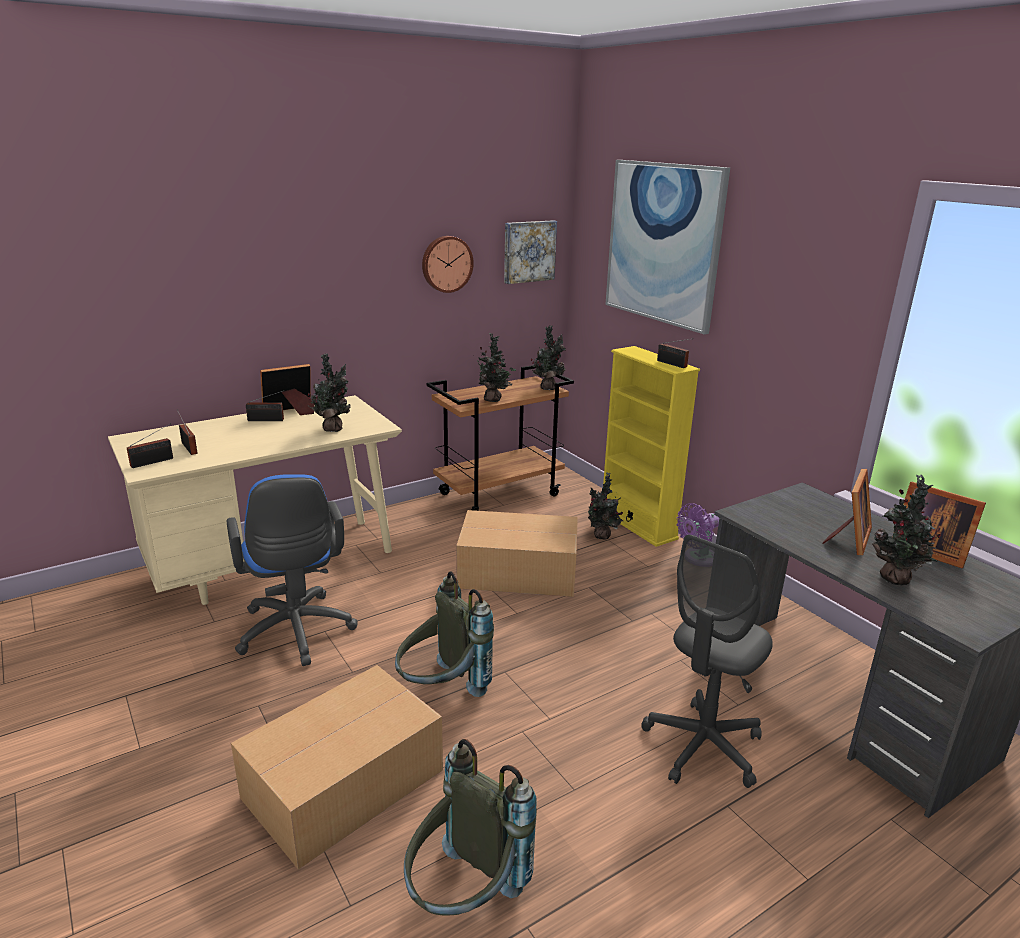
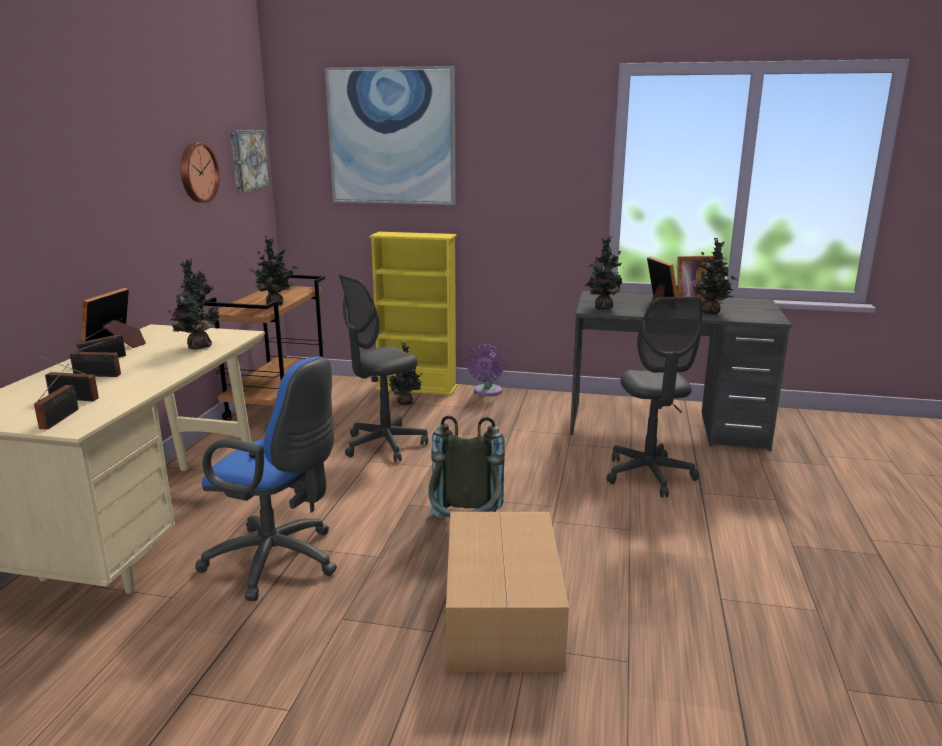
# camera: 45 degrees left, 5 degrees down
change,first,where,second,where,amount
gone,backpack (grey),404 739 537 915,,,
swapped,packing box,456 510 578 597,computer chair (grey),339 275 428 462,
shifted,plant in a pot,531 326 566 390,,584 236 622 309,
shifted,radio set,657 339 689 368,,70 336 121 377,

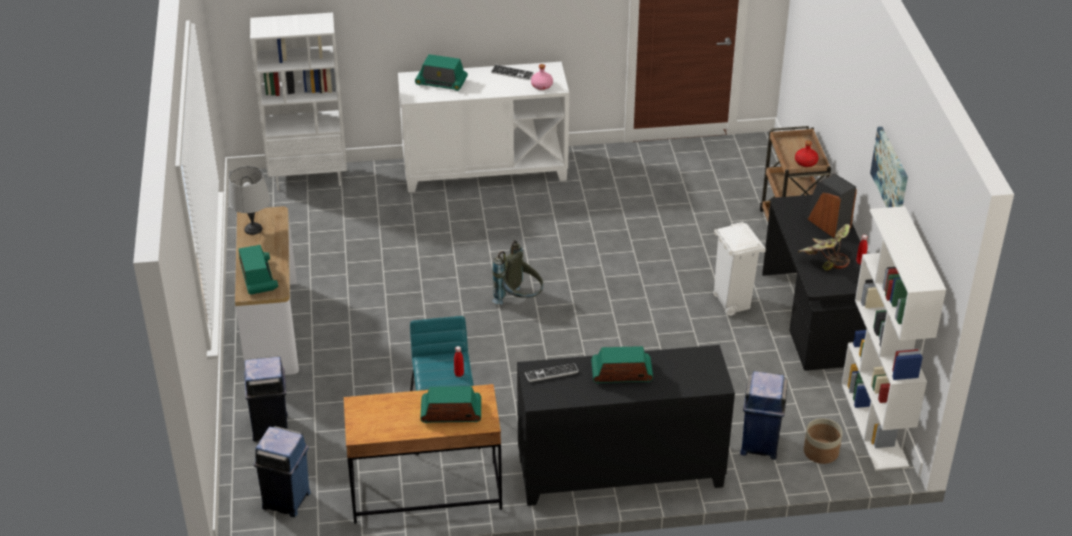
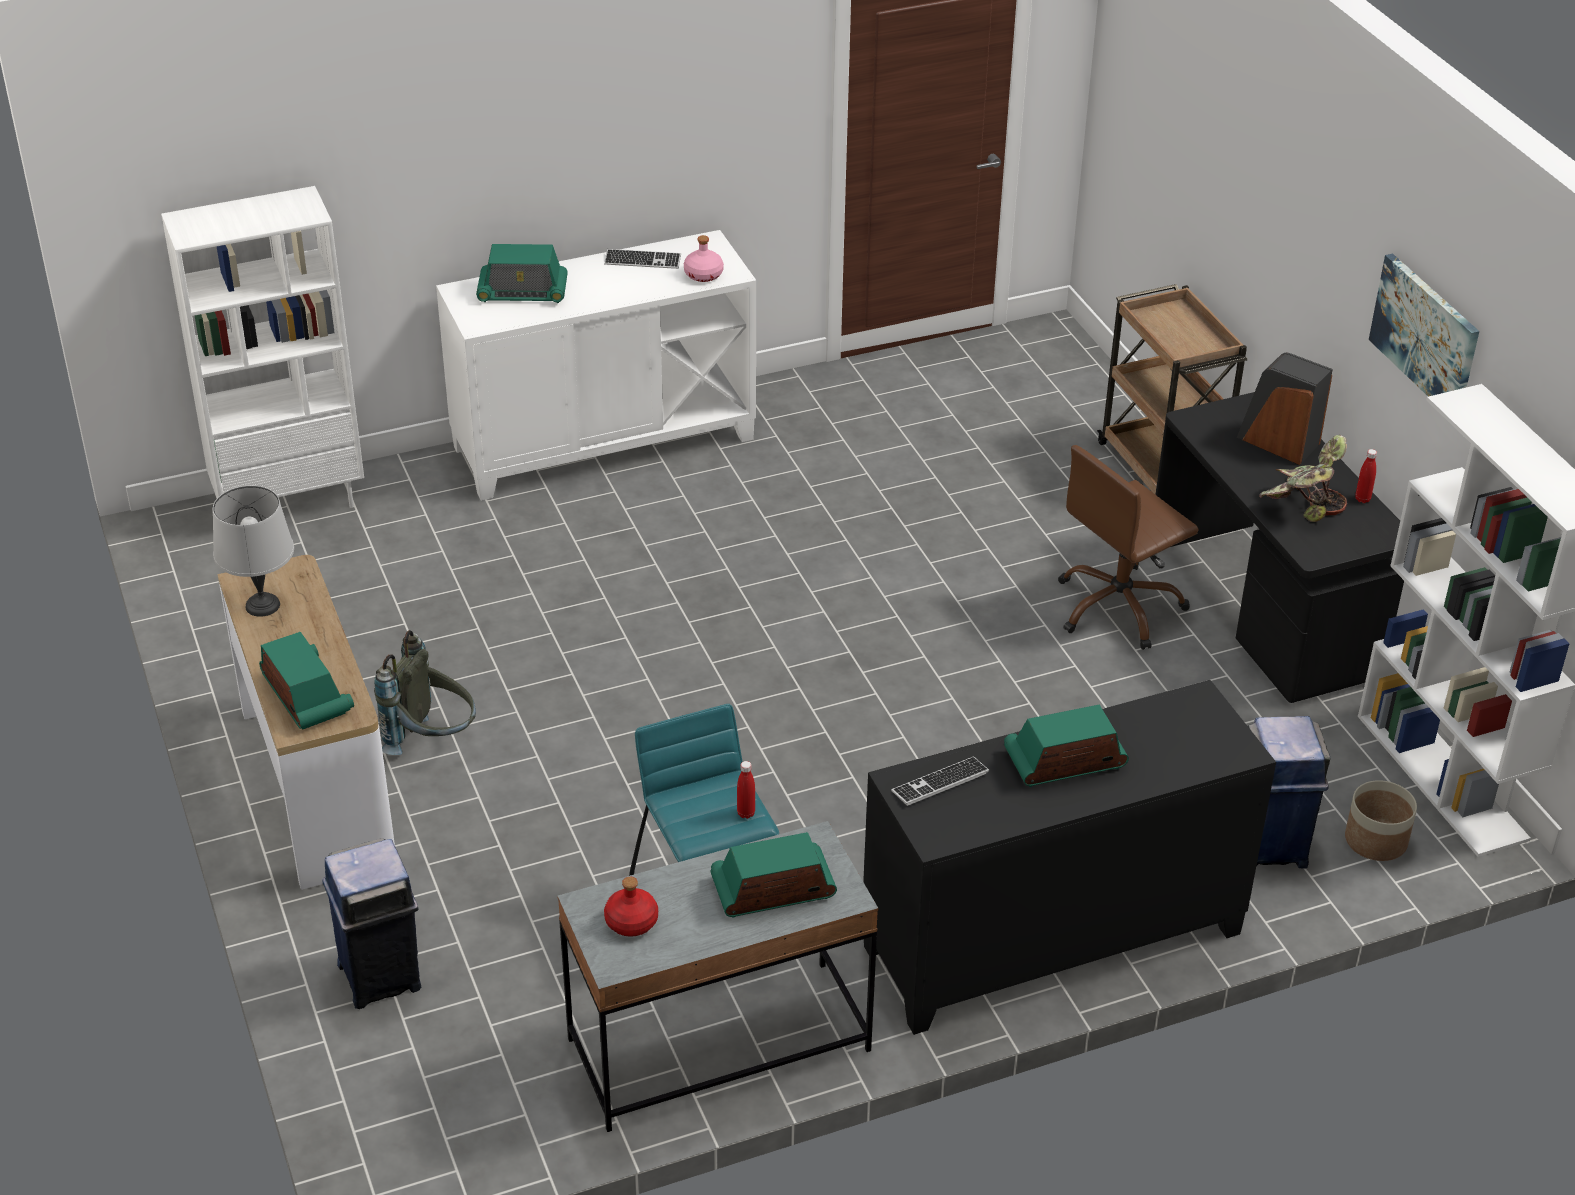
# camera: 15 degrees left, 0 degrees up
change,first,where,second,where,amount
gone,trash can (blue),254 426 311 517,,,
repainted,desk table (brownish),344 384 502 524,desk table (grey),557 821 878 1132,
shifted,backpack (grey),492 240 543 305,,374 630 476 755,
swapped,trash can (white-coloured),713 222 766 316,computer chair (brownish),1058 445 1199 650,
shifted,bottle (red-coloured),795 141 818 167,,604 877 658 937,

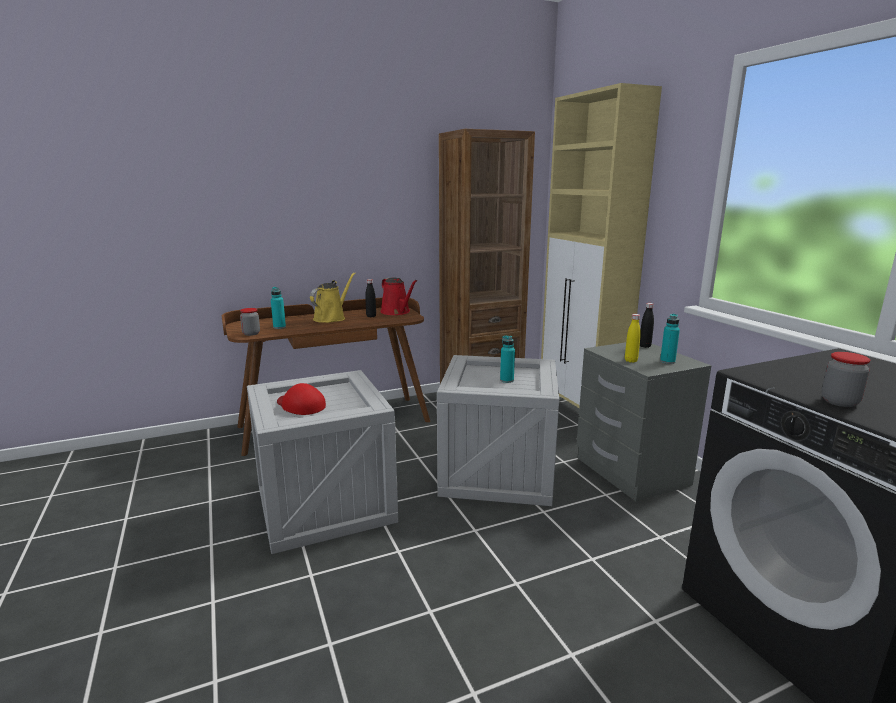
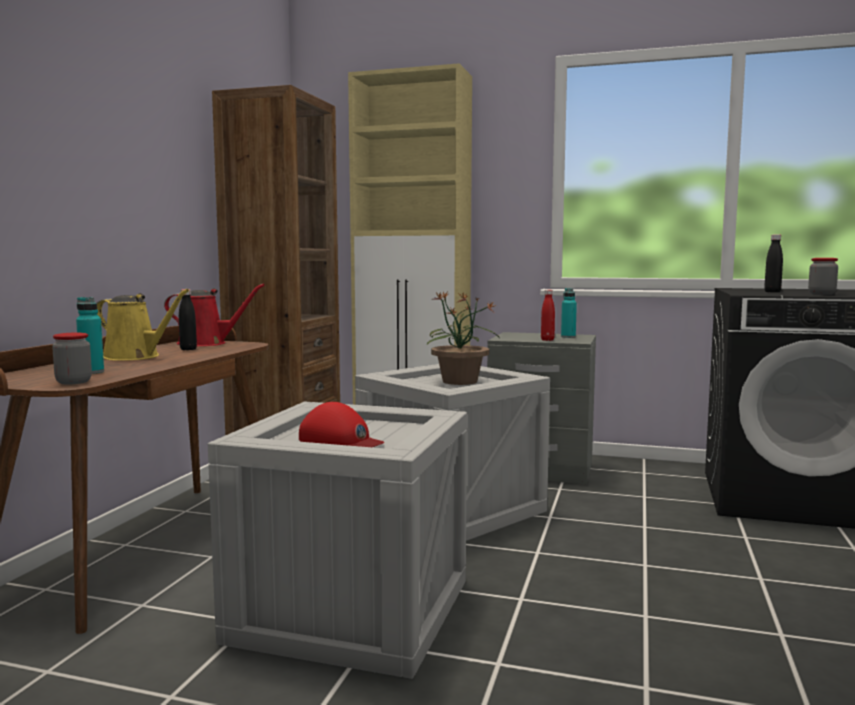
# camera: 50 degrees left, 10 degrees down
change,first,where,second,where,amount
rotated,baseball cap (red-coloured),277 383 326 415,,299 402 384 447,135 degrees counterclockwise
rotated,watering pot (yellowish),310 272 356 323,,97 289 189 361,135 degrees clockwise
swapped,bottle (blue-green),500 335 515 383,plant in a pot,426 292 499 385,
repainted,bottle (yellowish),625 314 641 363,bottle (red-coloured),541 290 555 341,
shifted,bottle (black-coloured),640 303 654 348,,764 234 783 292,

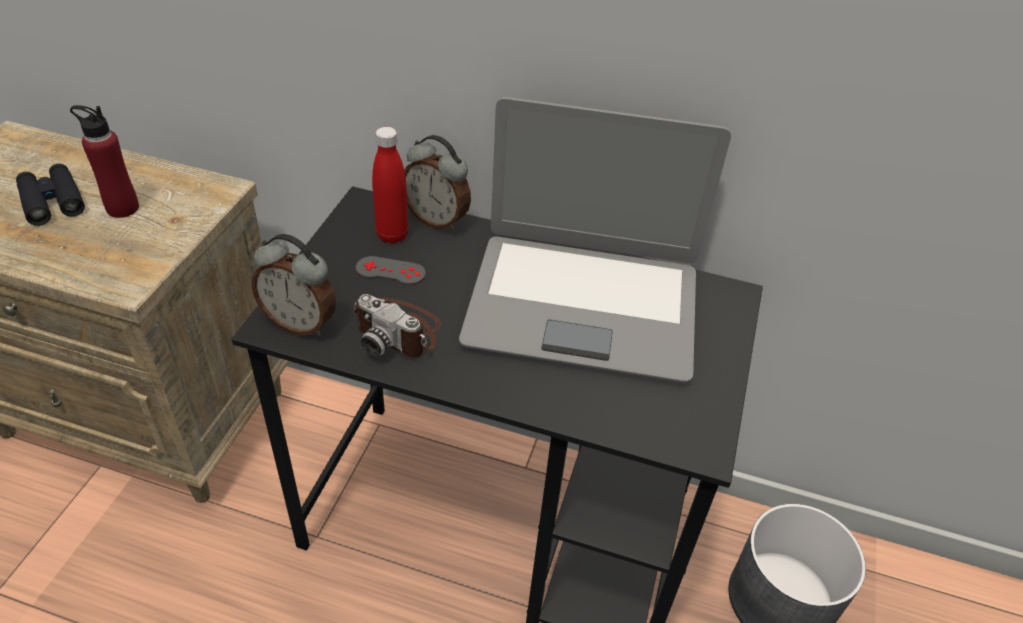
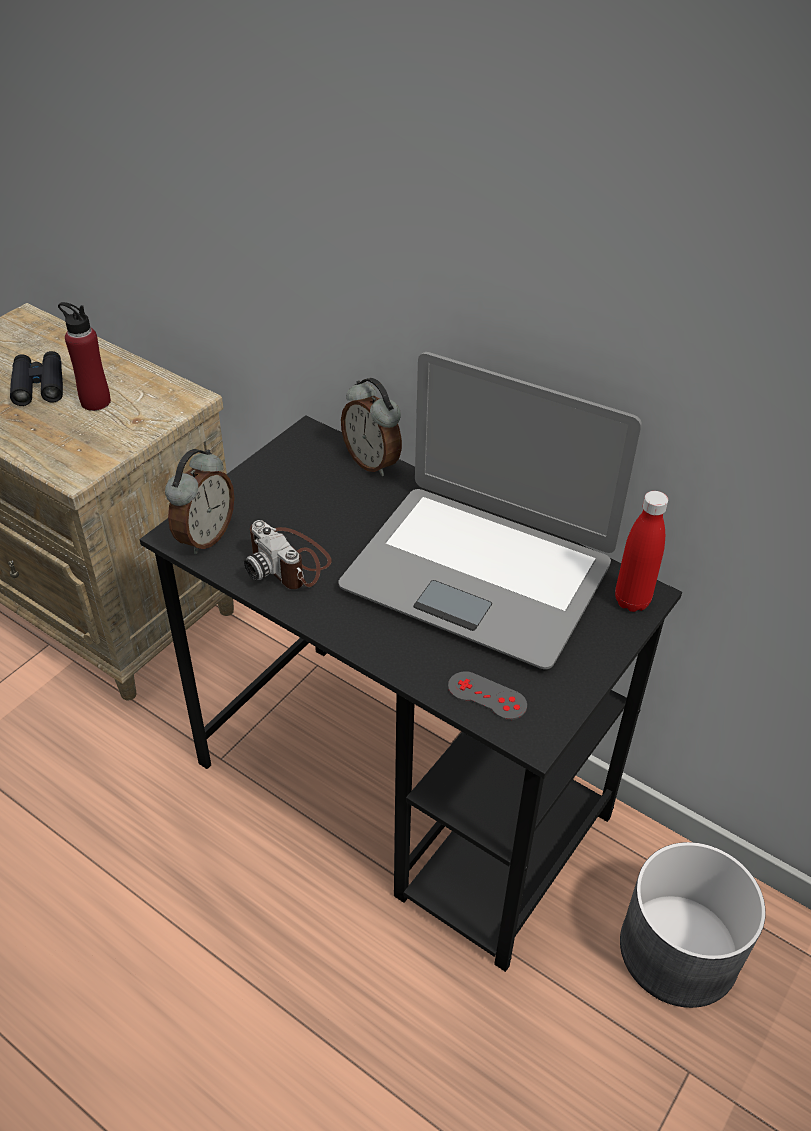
# camera: 20 degrees right, 0 degrees up
change,first,where,second,where,amount
rotated,alarm clock,251 234 336 336,,165 449 234 554,105 degrees counterclockwise
shifted,game controller (grey),356 256 426 285,,448 671 527 720,
shifted,bottle (red-coloured),372 127 408 244,,615 491 668 612,

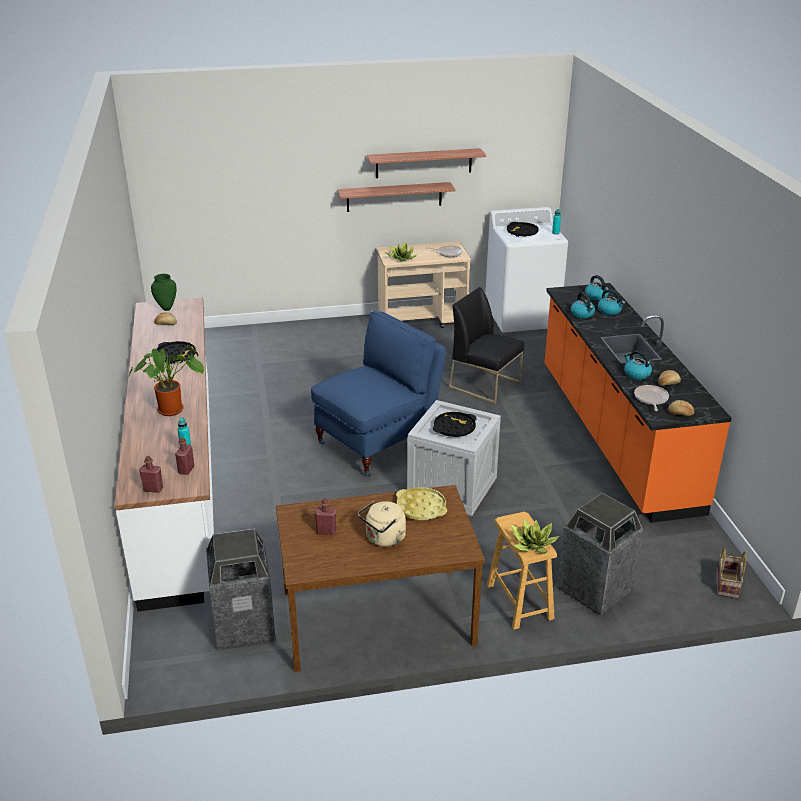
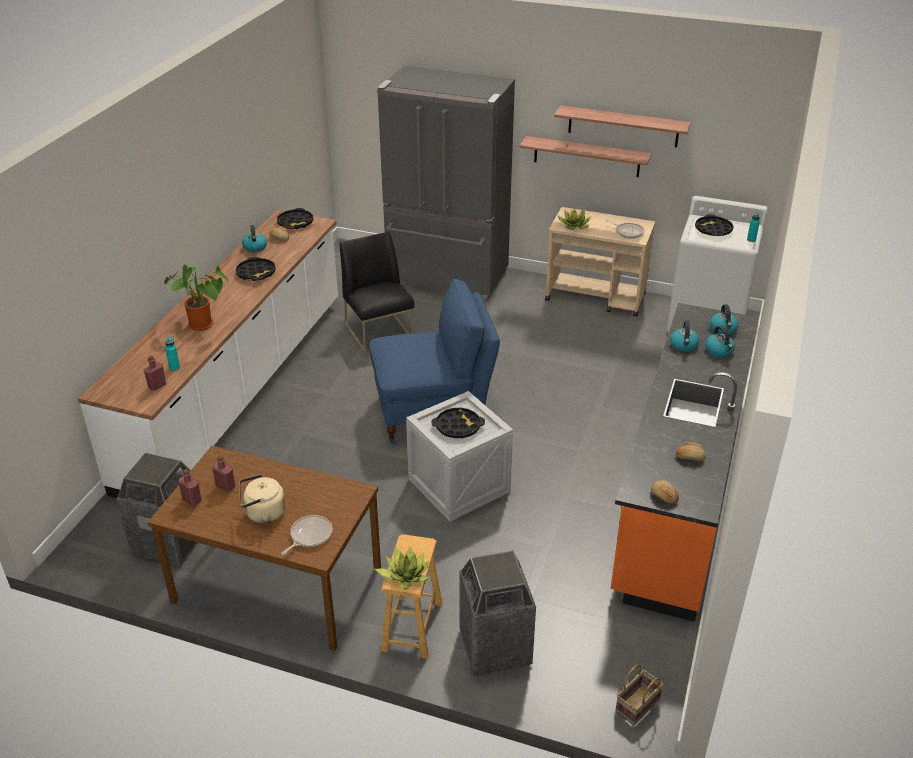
# camera: 30 degrees right, 5 degrees up
change,first,where,second,where,amount
shifted,bottle (red-coloured),139 456 163 493,,178 469 202 506,
swapped,decorative vase (green-coloured),151 274 177 311,tray (black-coloured),277 208 314 229,
gone,tray (yellowish),396 487 447 520,,,
shifted,chair (black-coloured),448 287 524 404,,340 232 414 354,
shifted,kettle,624 351 652 380,,242 225 267 252,
shifted,frying pan,634 385 669 411,,281 515 332 555,
new,,,refrigerator (grey),377 66 515 302,

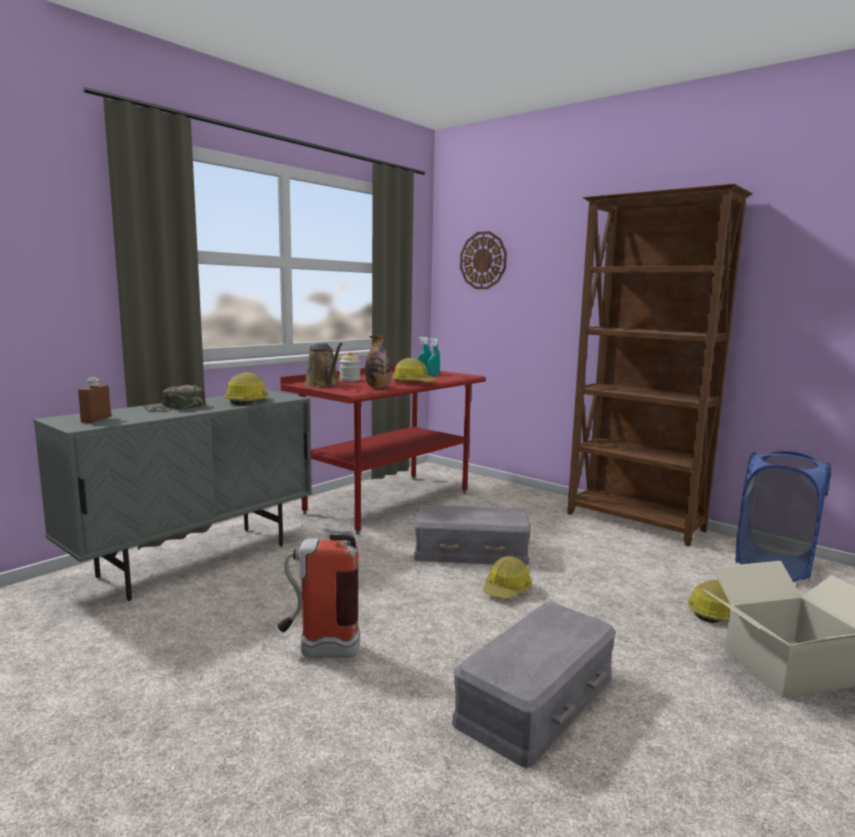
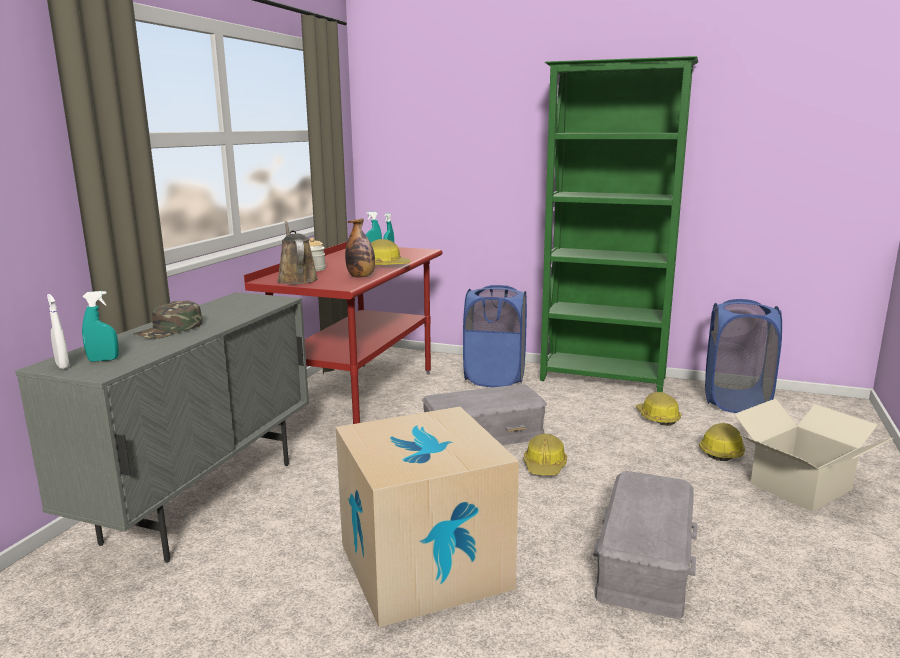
# camera: 20 degrees left, 5 degrees up
change,first,where,second,where,amount
swapped,bottle (brownish),78 378 111 423,hand sprayer (blue-green),82 291 119 362,
shifted,safety helmet,224 372 268 405,,636 392 681 426,
swapped,fire extinguisher,277 528 360 657,packing box,336 407 519 627,
rotated,watering pot (brownish),304 343 342 387,,277 221 318 284,150 degrees counterclockwise
gone,hanging clock,460 231 507 289,,,
repainted,shelving unit (brownish),567 184 752 547,shelving unit (green-coloured),540 56 698 392,
new,,,hand sprayer (white-coloured),47 294 70 369,
new,,,washing basket (blue),463 285 527 387,

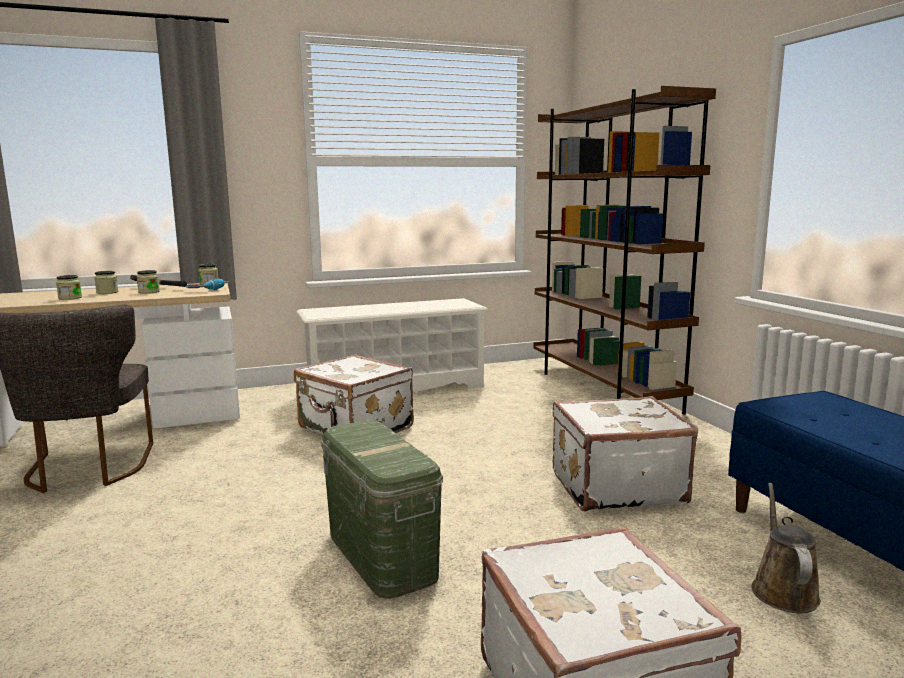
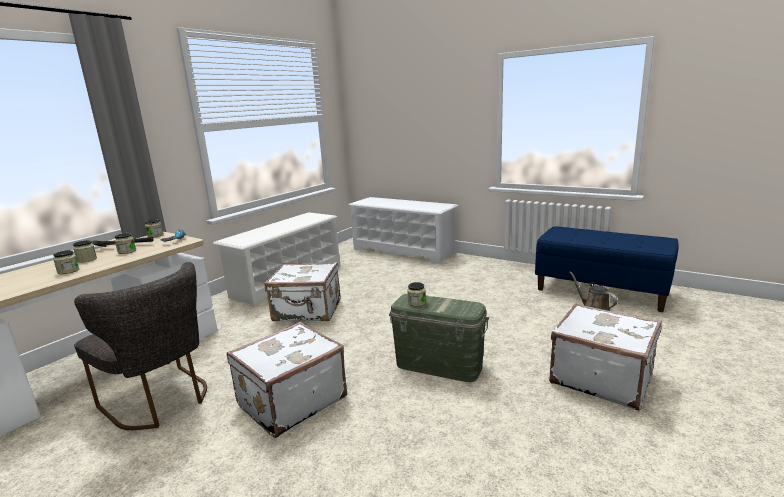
# camera: 35 degrees left, 5 degrees up
change,first,where,second,where,amount
swapped,shelving unit (brownish),534 86 716 414,shoe shelf (white-coloured),349 197 458 264,
shifted,travel case (white-coloured),553 396 698 512,,227 322 347 438,
new,,,storage jar,407 282 426 307,

